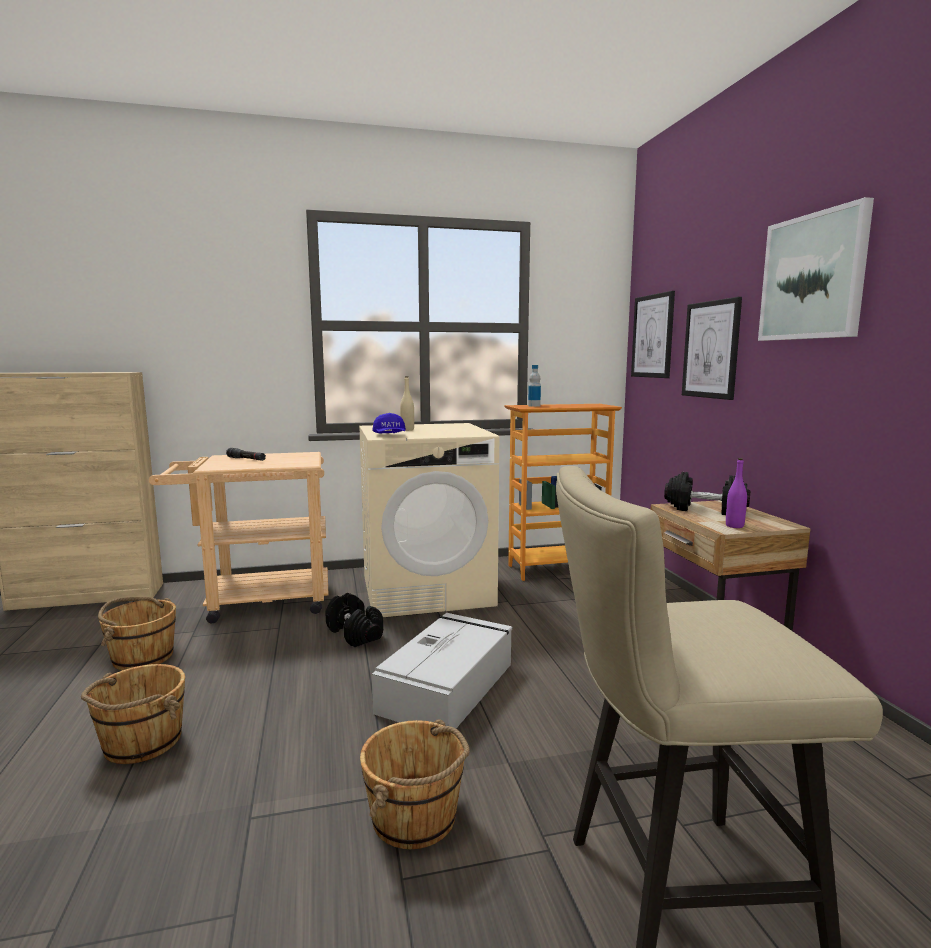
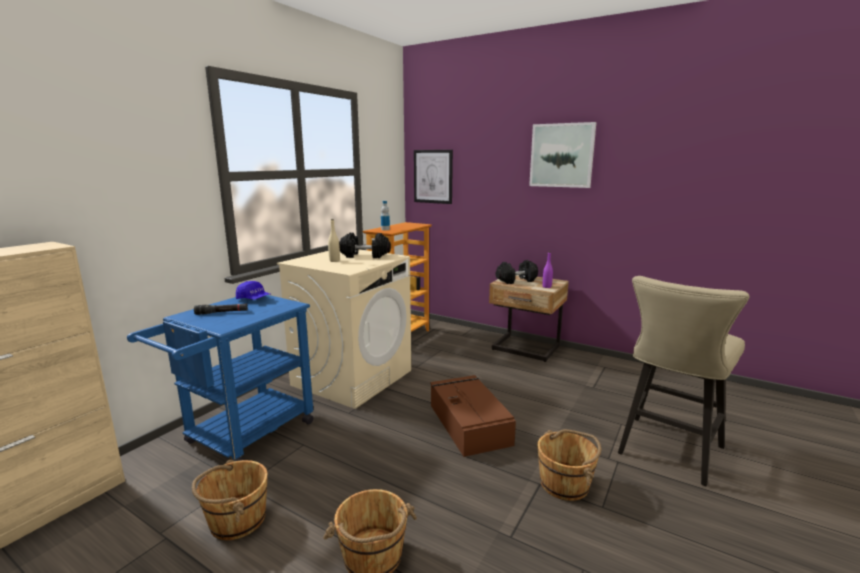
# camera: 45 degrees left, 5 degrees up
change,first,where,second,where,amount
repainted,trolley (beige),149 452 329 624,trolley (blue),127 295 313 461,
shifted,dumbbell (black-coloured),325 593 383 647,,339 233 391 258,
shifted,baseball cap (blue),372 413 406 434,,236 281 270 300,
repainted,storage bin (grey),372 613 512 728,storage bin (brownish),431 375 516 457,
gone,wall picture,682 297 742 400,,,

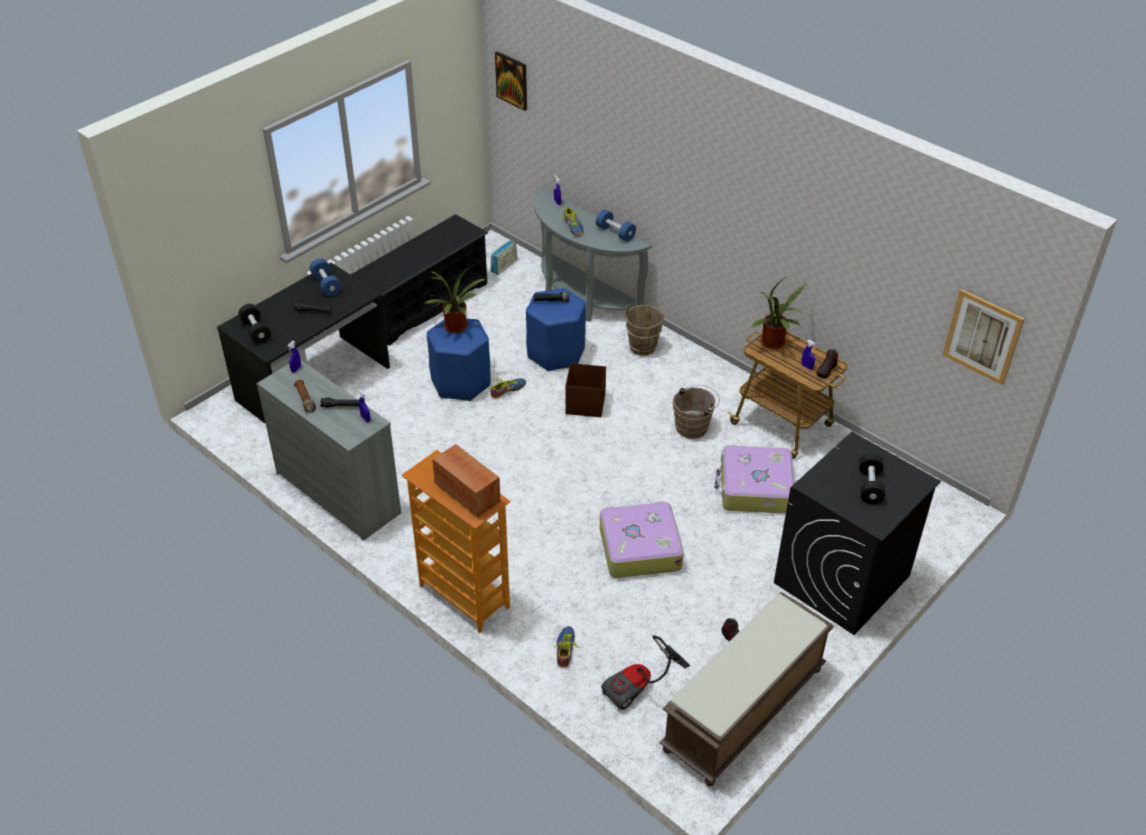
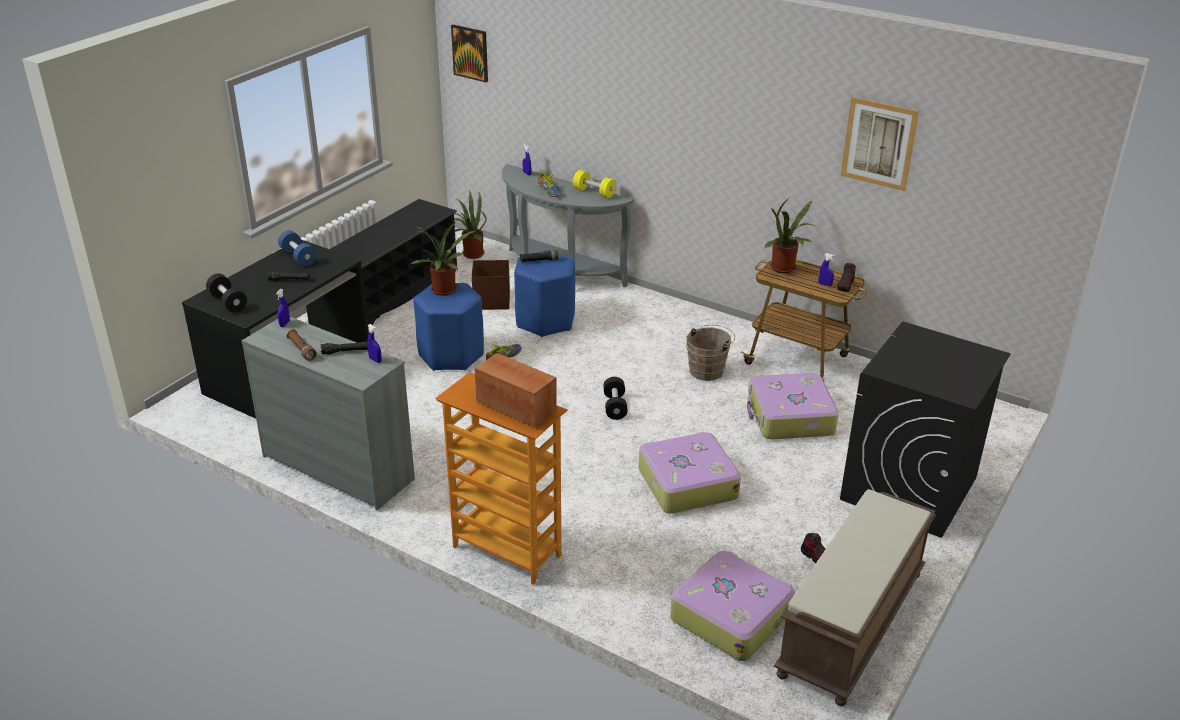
# camera: 10 degrees left, 10 degrees down
change,first,where,second,where,amount
swapped,radio set,491 240 517 275,plant in a pot,454 191 487 259,
gone,shoe,554 626 578 668,,,
shifted,storage bin (brownish),565 363 606 417,,472 260 510 310,
repainted,dumbbell (blue),596 209 636 242,dumbbell (yellowish),573 170 616 198,
swapped,vacuum cleaner,601 635 690 710,travel case,670 551 795 661,
gone,pail (brownish),625 304 664 356,,,
shifted,dumbbell (black-coloured),859 453 885 504,,603 377 628 420,
shifted,wall picture,942 289 1024 385,,841 97 919 191,

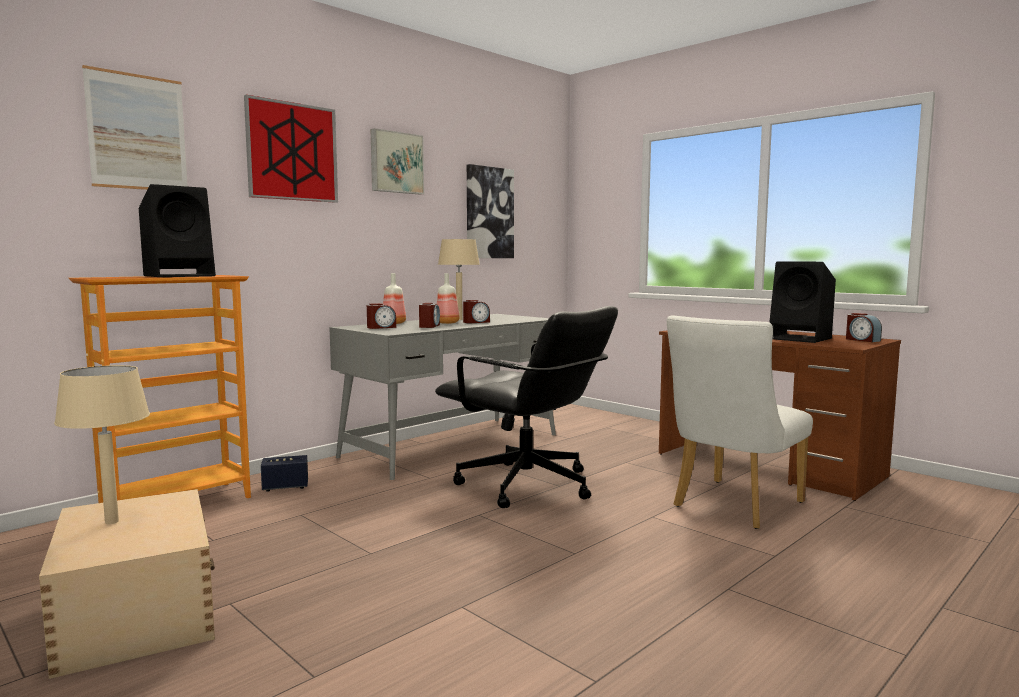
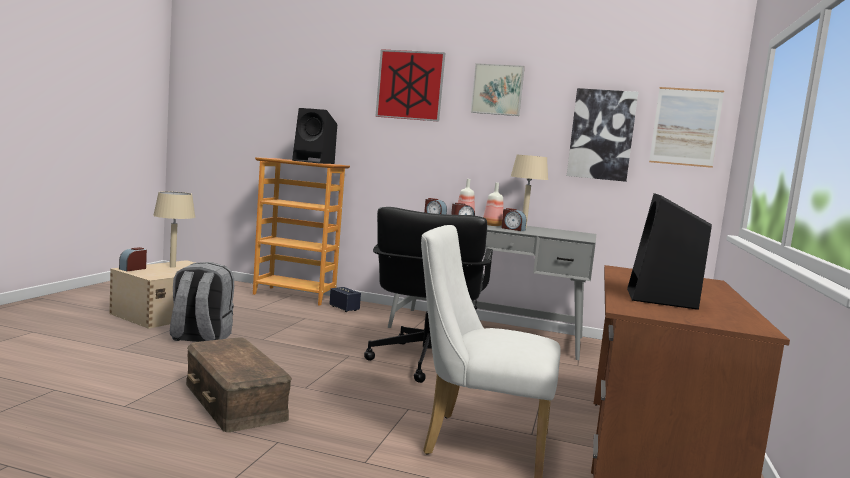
# camera: 60 degrees right, 0 degrees up
change,first,where,second,where,amount
shifted,wall picture,82 65 188 190,,649 87 724 168,
shifted,alarm clock,846 313 882 342,,119 247 147 271,
new,,,backpack (grey),170 262 234 342,
new,,,storage bin (brownish),186 337 292 432,

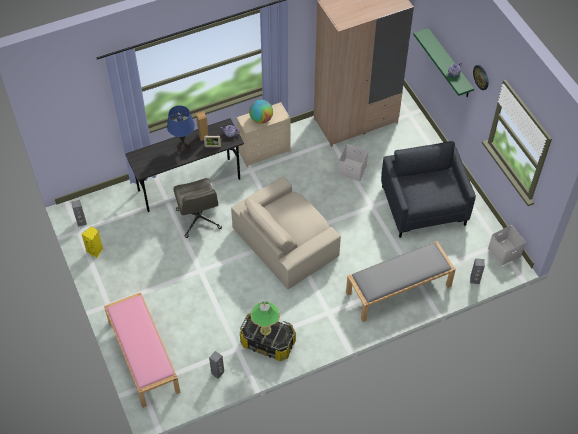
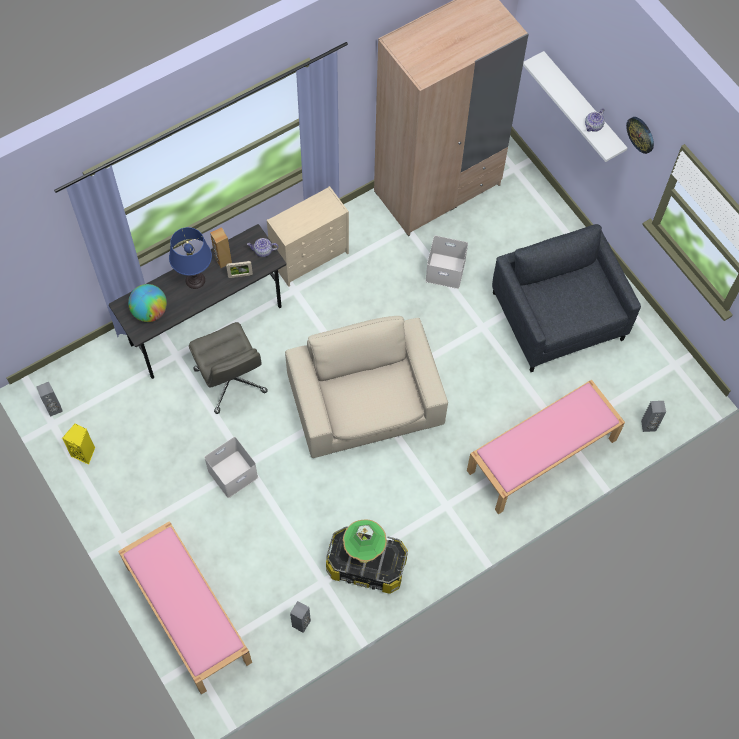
# camera: 10 degrees left, 10 degrees up
change,first,where,second,where,amount
rotated,easy chair (beige),231 177 341 289,,285 316 448 458,120 degrees clockwise
shifted,globe,249 100 273 124,,128 284 167 322,
repainted,bench (grey),346 241 456 322,bench (pinkish),467 379 625 514,
repainted,shelf (green-coloured),414 28 474 97,shelf (white-coloured),523 51 627 162,
shifted,storage bin (white-coloured),488 225 526 266,,204 437 258 498,

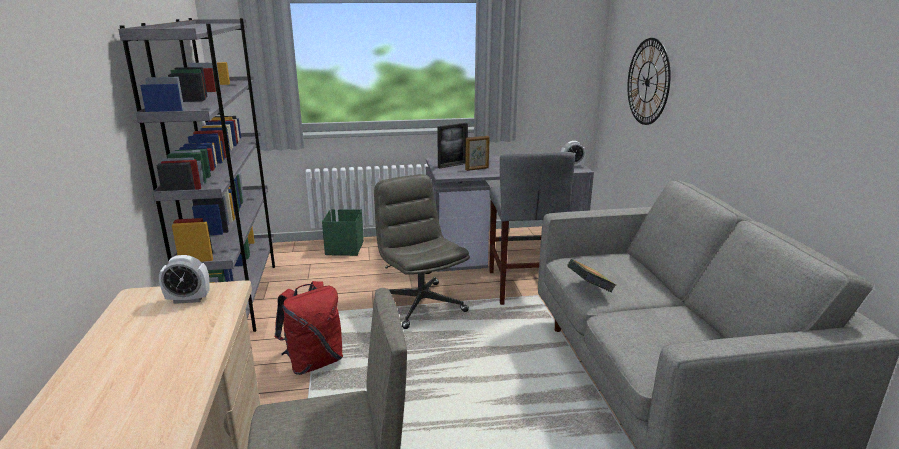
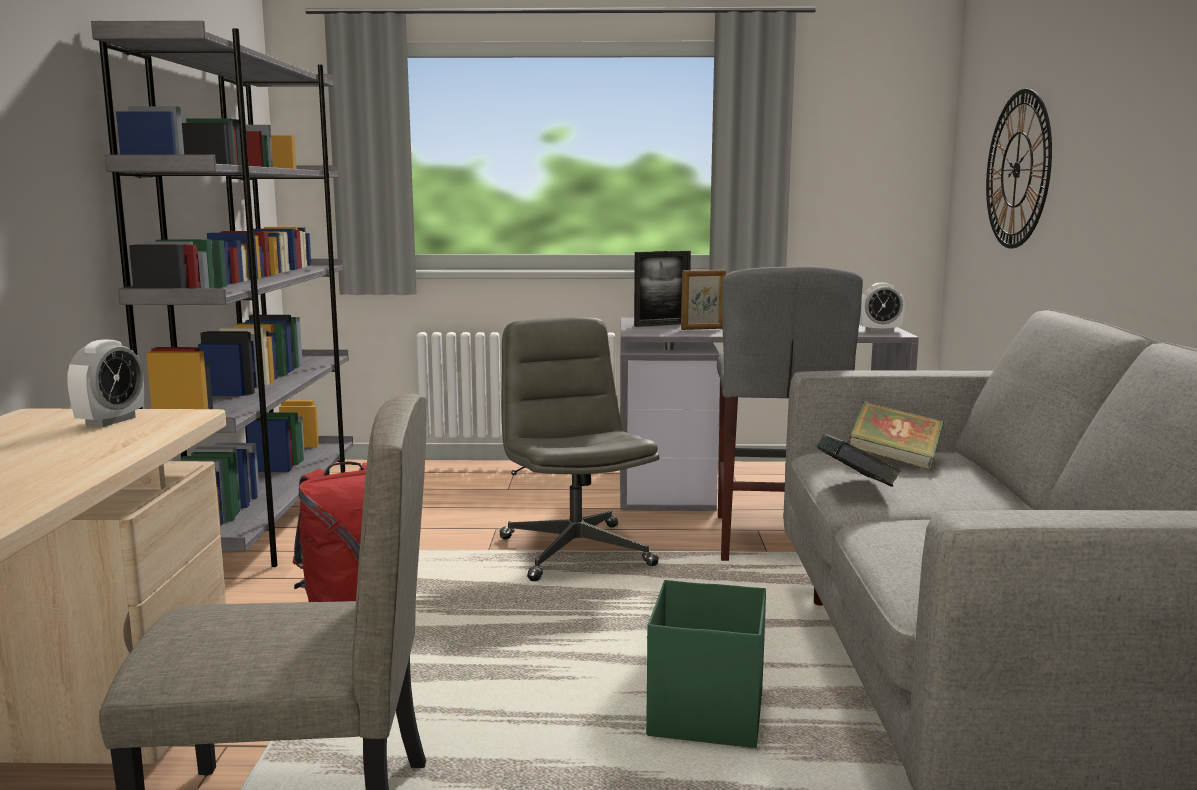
# camera: 10 degrees right, 10 degrees down
change,first,where,second,where,amount
rotated,alarm clock,159 255 210 304,,67 339 144 427,75 degrees counterclockwise
shifted,storage bin (green-coloured),322 209 364 256,,646 580 766 748,
new,,,bound book,848 401 944 470,

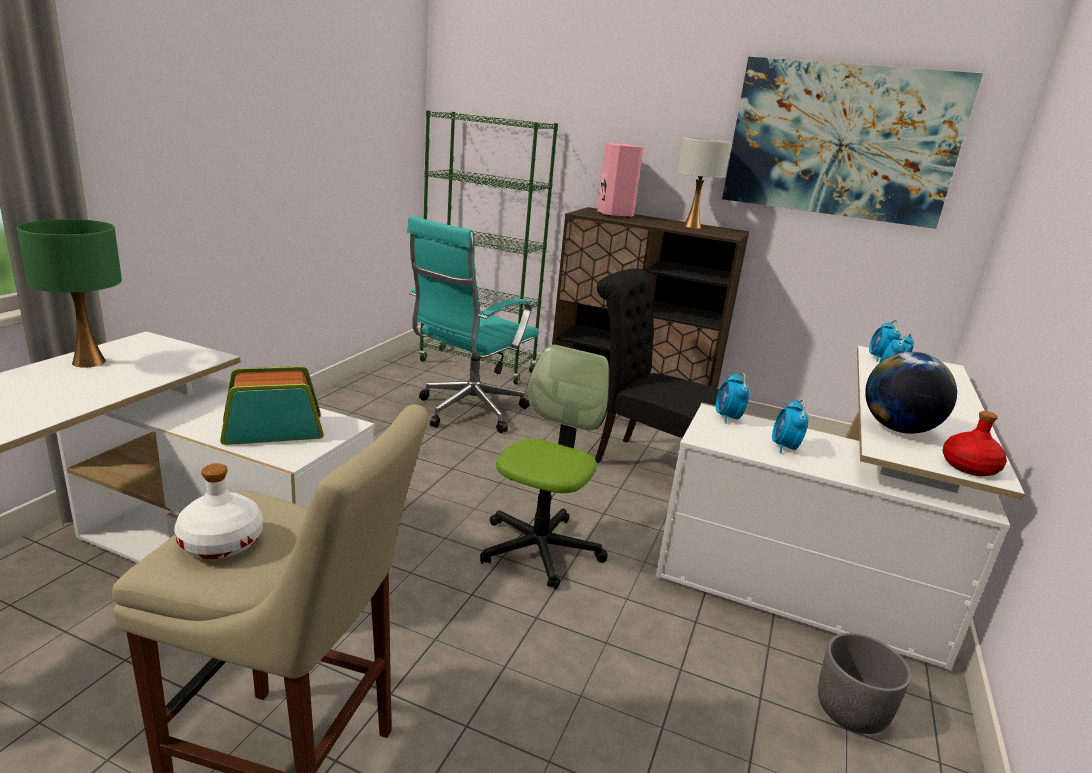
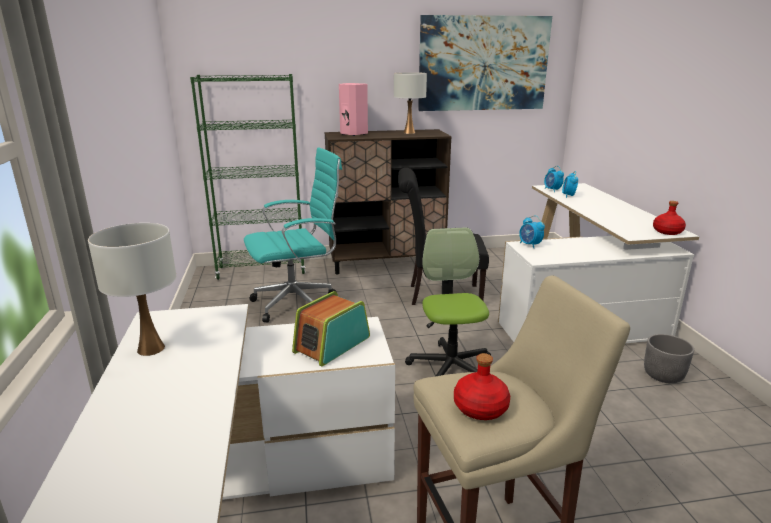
# camera: 30 degrees left, 0 degrees up
change,first,where,second,where,amount
repainted,table lamp (green-coloured),17 219 122 368,table lamp (white-coloured),88 223 176 356,
repainted,bottle (white-coloured),174 463 263 559,bottle (red-coloured),454 353 510 420,
rotated,computer chair (blue-green),407 215 539 433,,244 147 342 323,120 degrees counterclockwise
gone,alarm clock,772 400 809 453,,,
gone,globe,865 352 957 434,,,

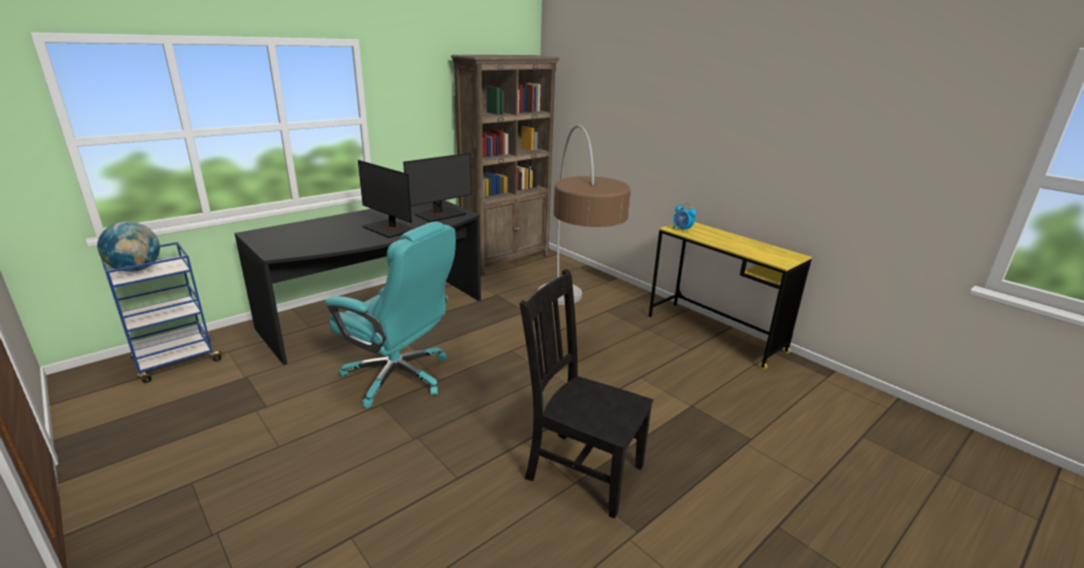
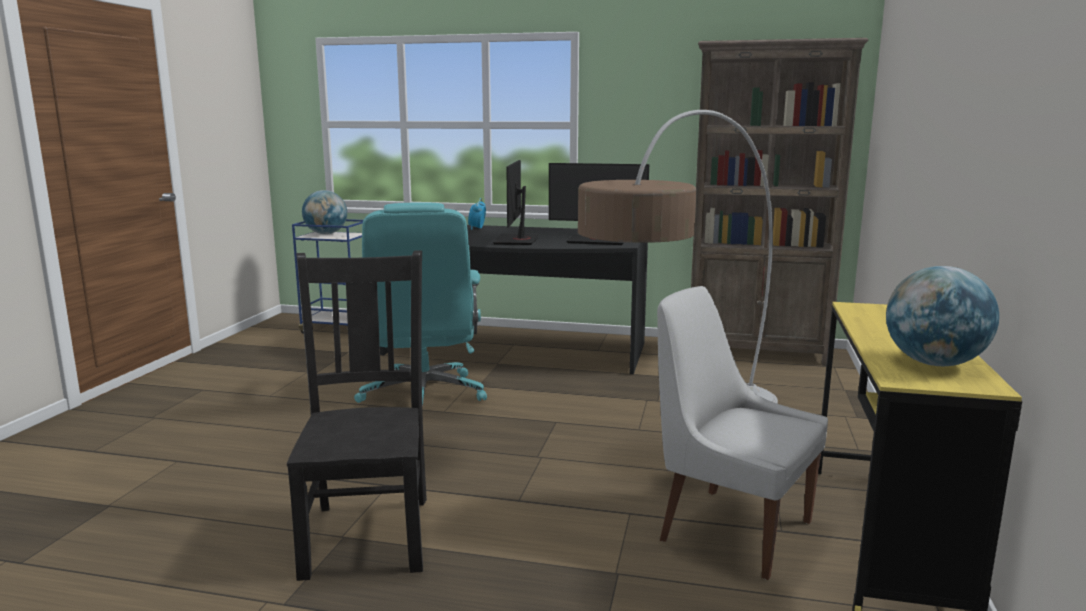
# camera: 55 degrees right, 10 degrees down
change,first,where,second,where,amount
shifted,alarm clock,673 203 696 232,,468 198 486 230,
new,,,chair (white-coloured),657 286 828 580,
new,,,globe,886 266 999 366,

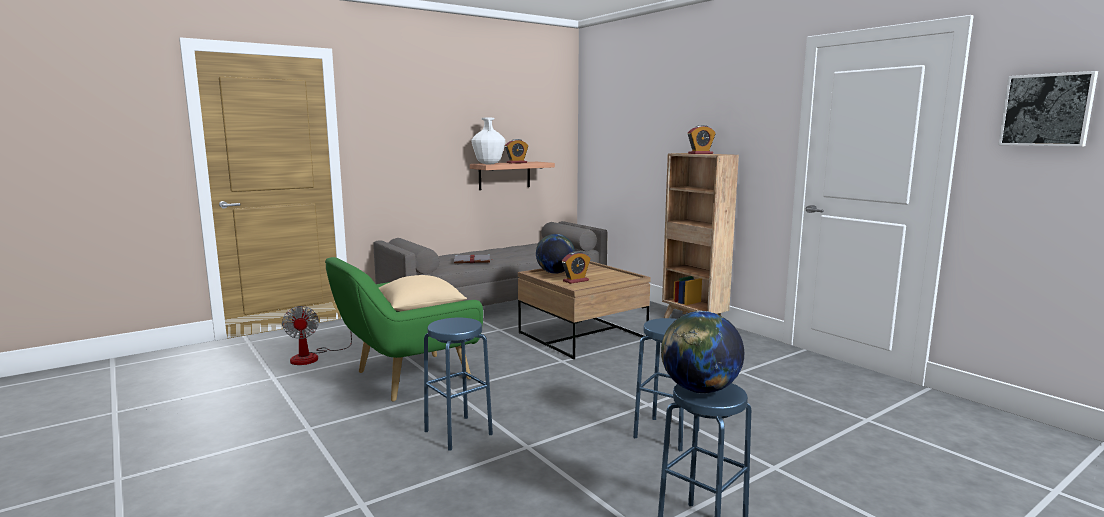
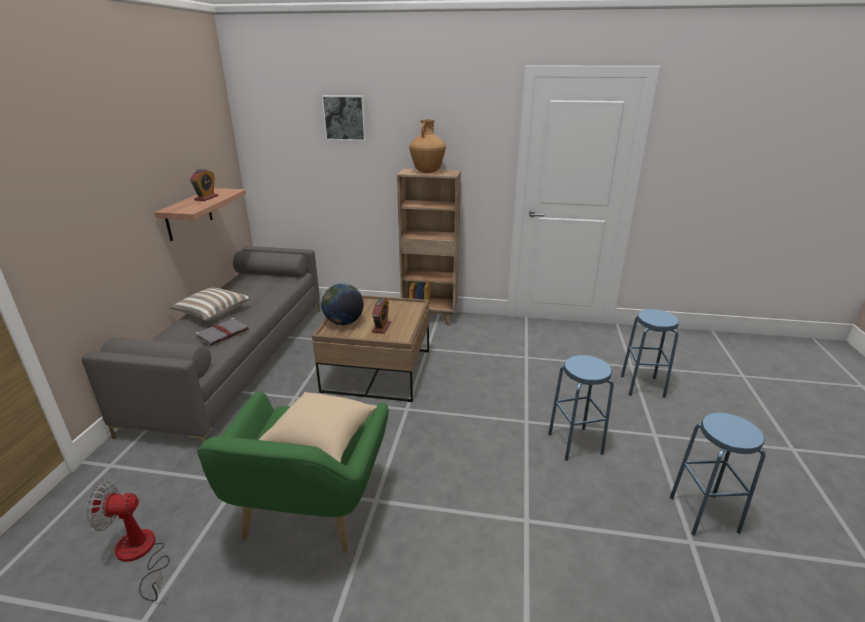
# camera: 45 degrees left, 15 degrees up
change,first,where,second,where,amount
rotated,cooling fan,282 306 352 365,,86 481 169 601,150 degrees clockwise
shifted,stool (blue),424 318 493 450,,621 309 679 398,
gone,decorative vase (white-coloured),471 118 505 164,,,
gone,globe,661 311 744 394,,,
swapped,alarm clock,688 125 716 154,decorative vase (brownish),409 119 446 173,
shifted,wall picture,998 71 1098 147,,322 95 367 141,
new,,,cushion,169 287 250 321,

